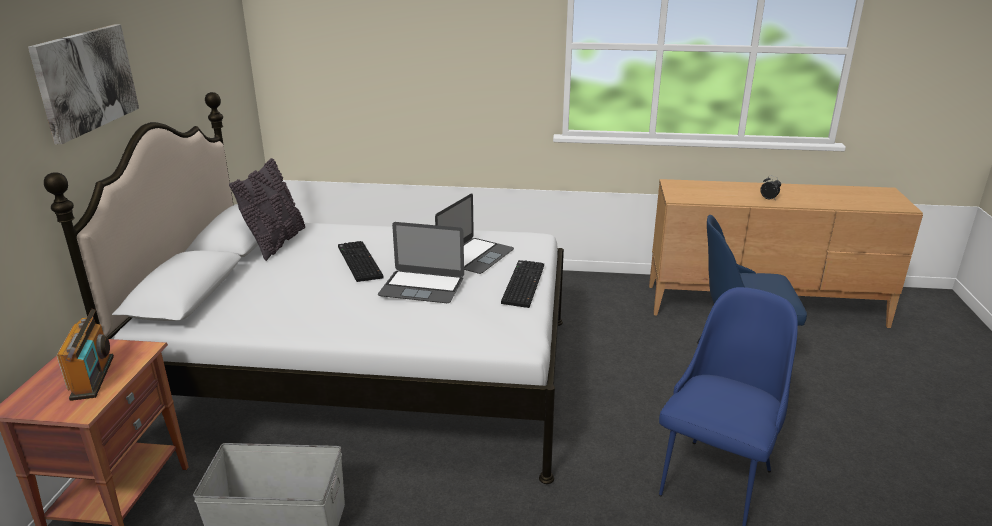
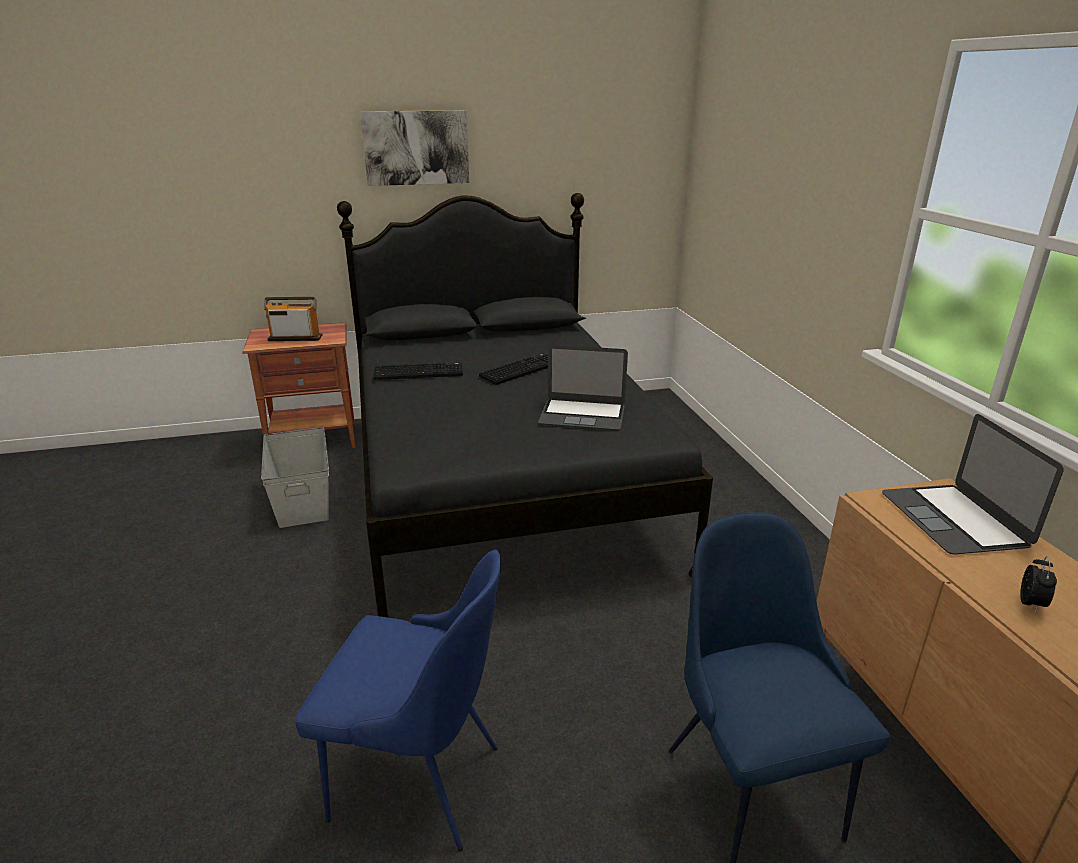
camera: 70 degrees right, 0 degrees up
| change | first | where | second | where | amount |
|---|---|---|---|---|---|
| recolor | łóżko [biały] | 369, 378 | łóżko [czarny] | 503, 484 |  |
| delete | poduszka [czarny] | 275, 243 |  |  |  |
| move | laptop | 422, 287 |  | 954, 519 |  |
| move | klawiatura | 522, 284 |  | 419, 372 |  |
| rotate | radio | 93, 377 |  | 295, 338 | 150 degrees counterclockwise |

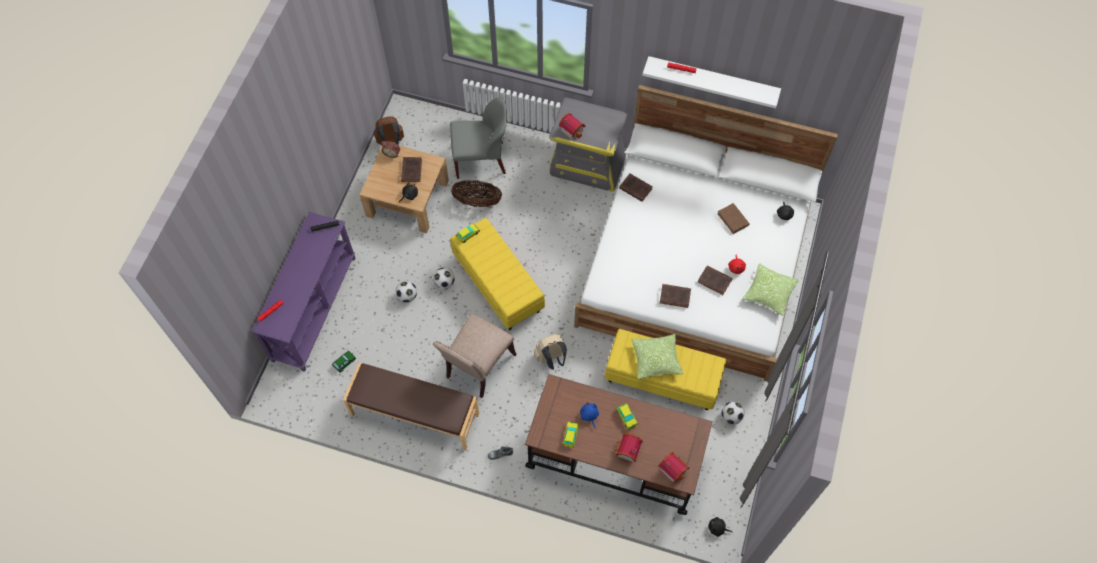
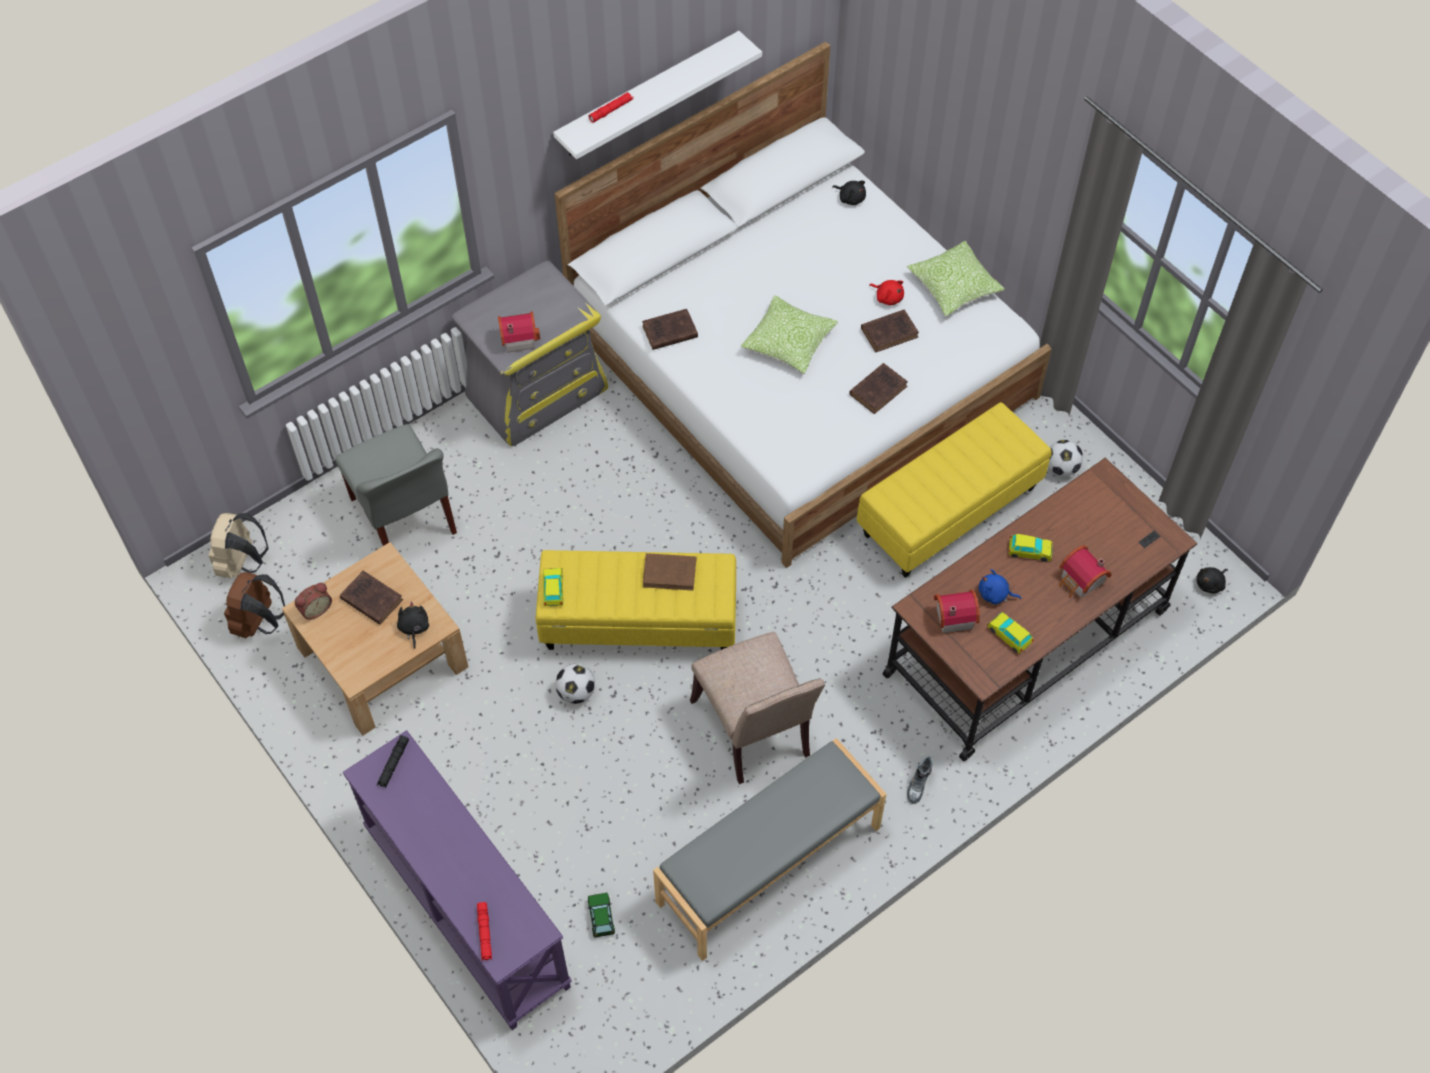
camera: 55 degrees left, 5 degrees down
| change | first | where | second | where | amount |
|---|---|---|---|---|---|
| rotate | krzesło [szary] | 481, 160 |  | 405, 518 | 120 degrees clockwise |
| delete | koszyk | 477, 201 |  |  |  |
| move | książka [brązowy] | 733, 220 |  | 671, 573 |  |
| delete | piłka futbolowa | 407, 296 |  |  |  |
| move | plecak [beżowy] | 551, 358 |  | 242, 563 |  |
| move | poduszka | 656, 359 |  | 788, 342 |  |
| recolor | ławka [brązowy] | 414, 415 | ławka [szary] | 769, 865 |  |
| move | domek | 673, 468 |  | 952, 615 |  |

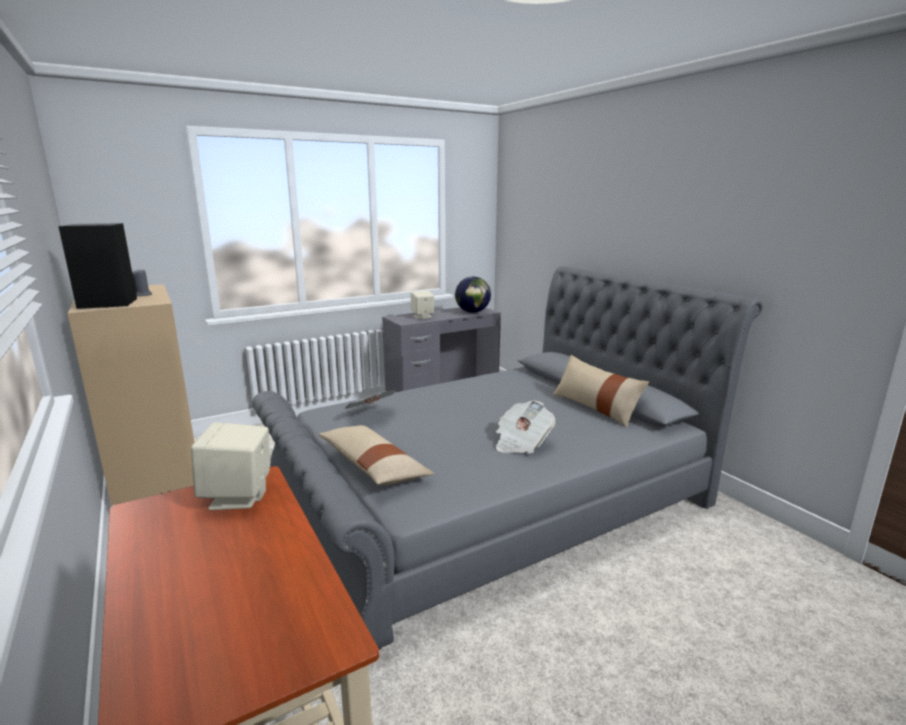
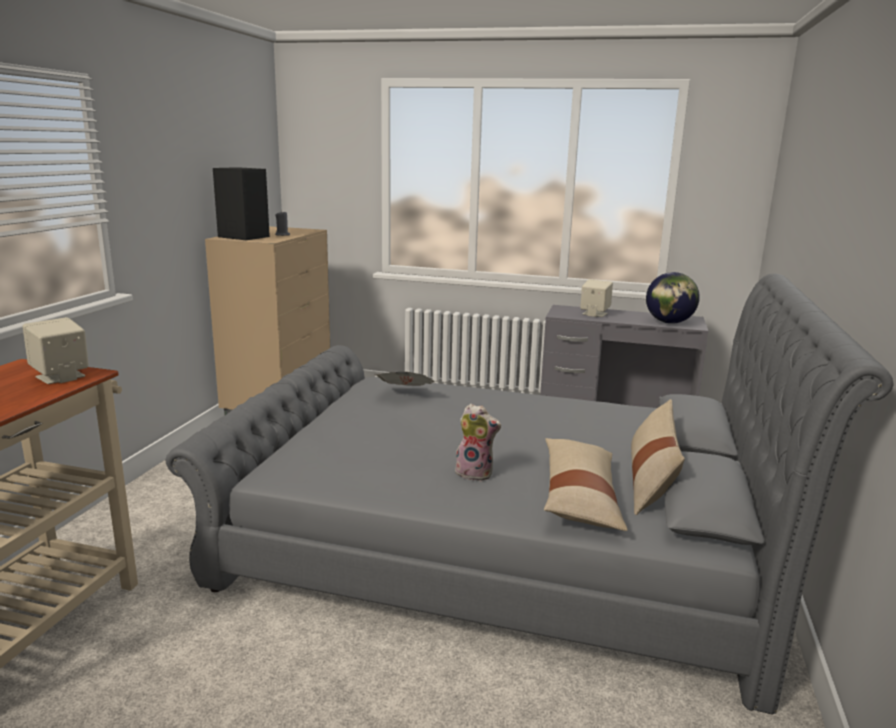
camera: 45 degrees right, 0 degrees up
| change | first | where | second | where | amount |
|---|---|---|---|---|---|
| replace | gazeta | 521, 442 | pluszak | 475, 473 |  |
| move | poduszka [beżowy] | 373, 466 |  | 580, 496 |  |

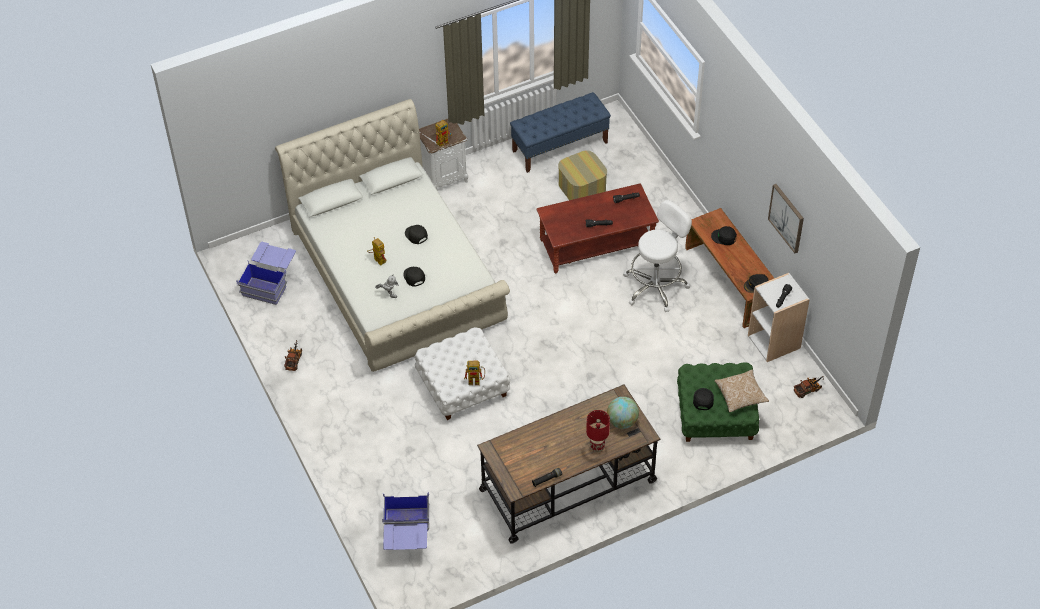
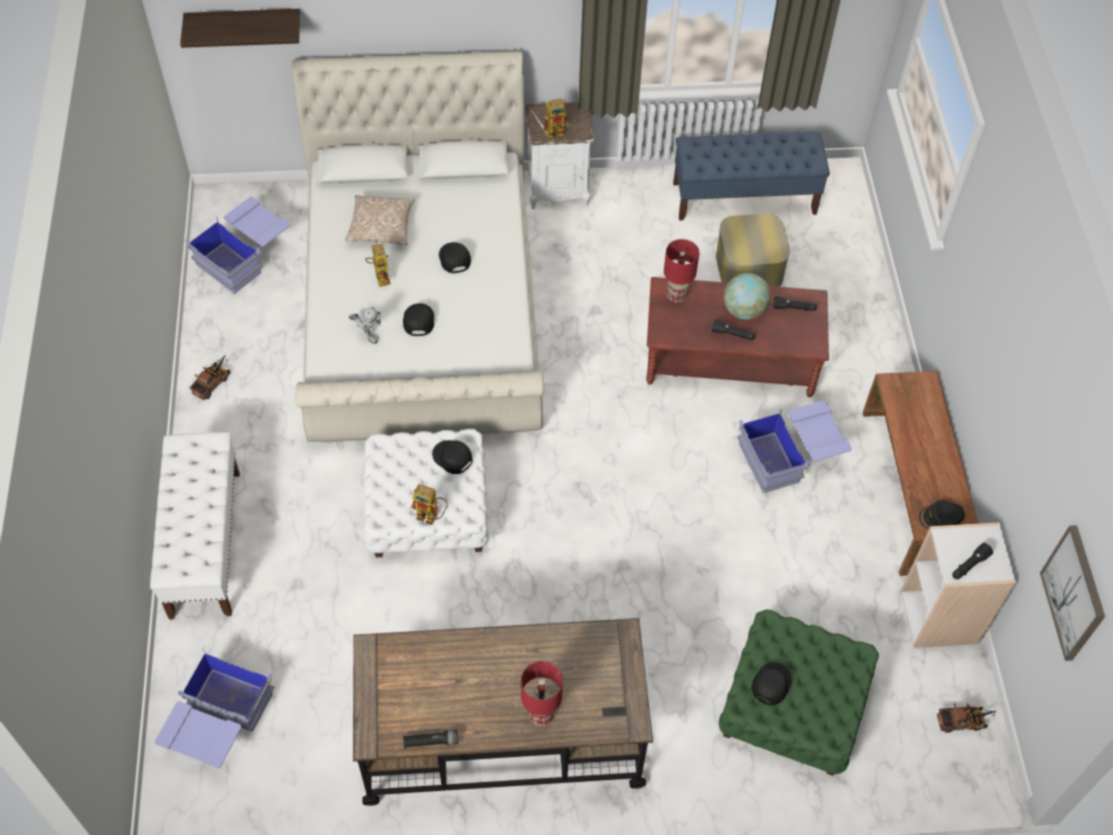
camera: 20 degrees right, 5 degrees up
| change | first | where | second | where | amount |
|---|---|---|---|---|---|
| move | obraz | 787, 218 |  | 1074, 593 |  |
| replace | stołek [biały] | 655, 286 | pojemnik do przechowywania [niebieski] | 790, 457 |  |
| move | czapka z daszkiem [czarny] | 724, 237 |  | 452, 458 |  |
| move | poduszka | 740, 396 |  | 381, 228 |  |
| move | globus | 622, 421 |  | 744, 310 |  |
| insert |  |  | półka | 244, 25 |  |
| insert |  |  | lampa stołowa [czerwony] | 676, 296 |  |
| insert |  |  | ławka [biały] | 205, 543 |  |

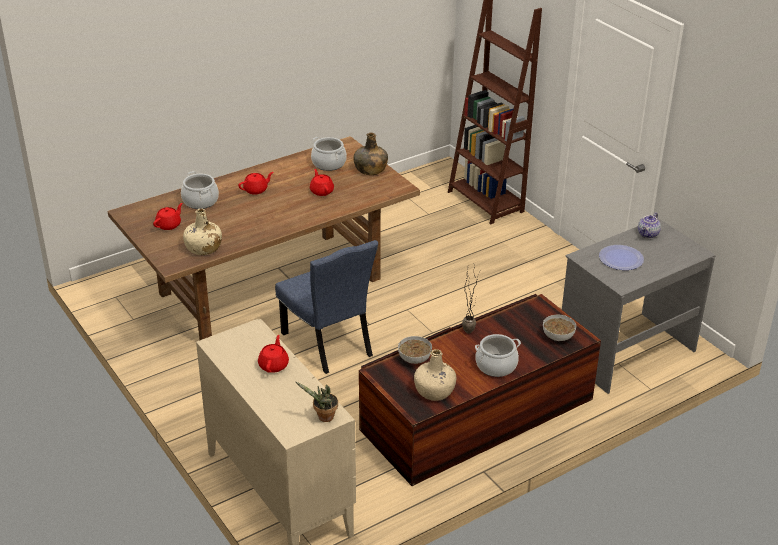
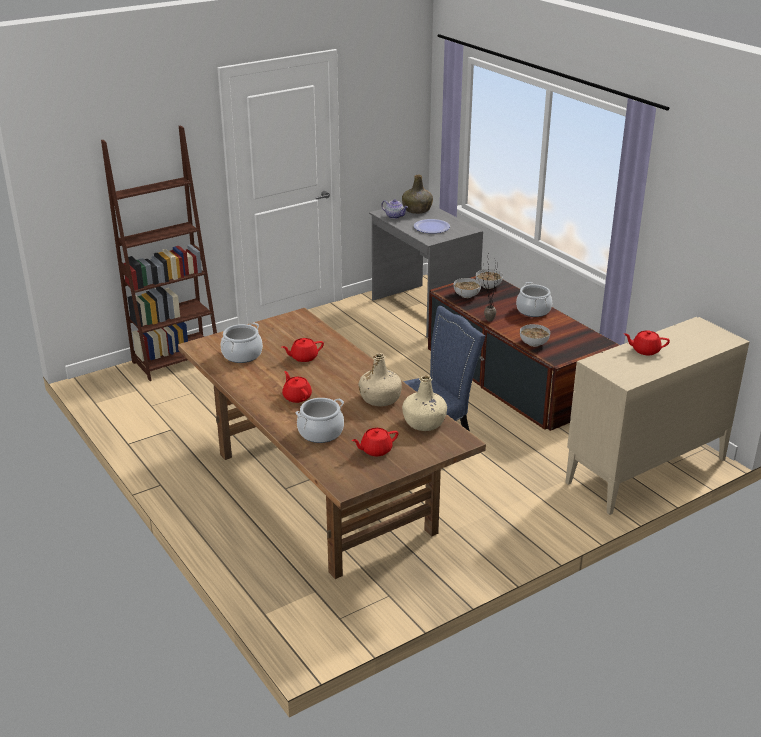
camera: 90 degrees left, 5 degrees down
| change | first | where | second | where | amount |
|---|---|---|---|---|---|
| move | butelka [zielony] | 370, 169 |  | 417, 210 |  |
| rotate | imbryk [czerwony] | 169, 225 |  | 375, 450 | 60 degrees counterclockwise |
| move | butelka [beżowy] | 435, 391 |  | 380, 399 |  |
| delete | roślina doniczkowa | 323, 417 |  |  |  |
| insert |  |  | miska | 467, 295 |  |

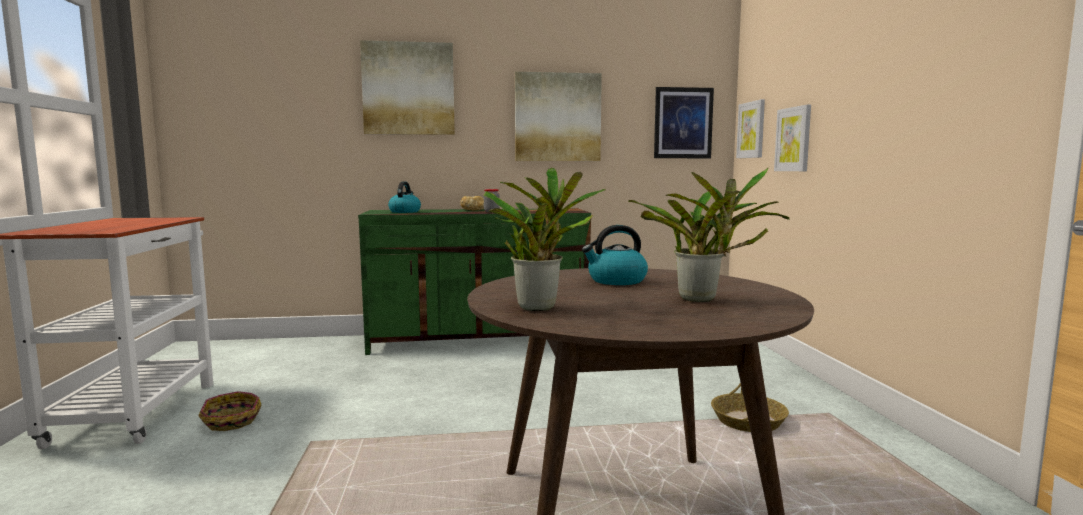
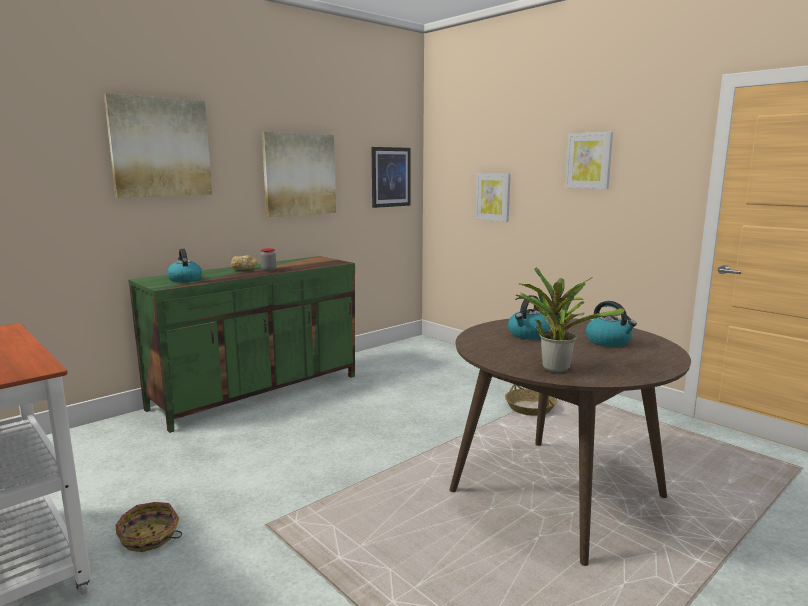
camera: 35 degrees left, 5 degrees up
| change | first | where | second | where | amount |
|---|---|---|---|---|---|
| move | obraz | 751, 130 |  | 588, 161 |  |
| replace | roślina doniczkowa | 703, 299 | czajnik | 609, 342 |  |

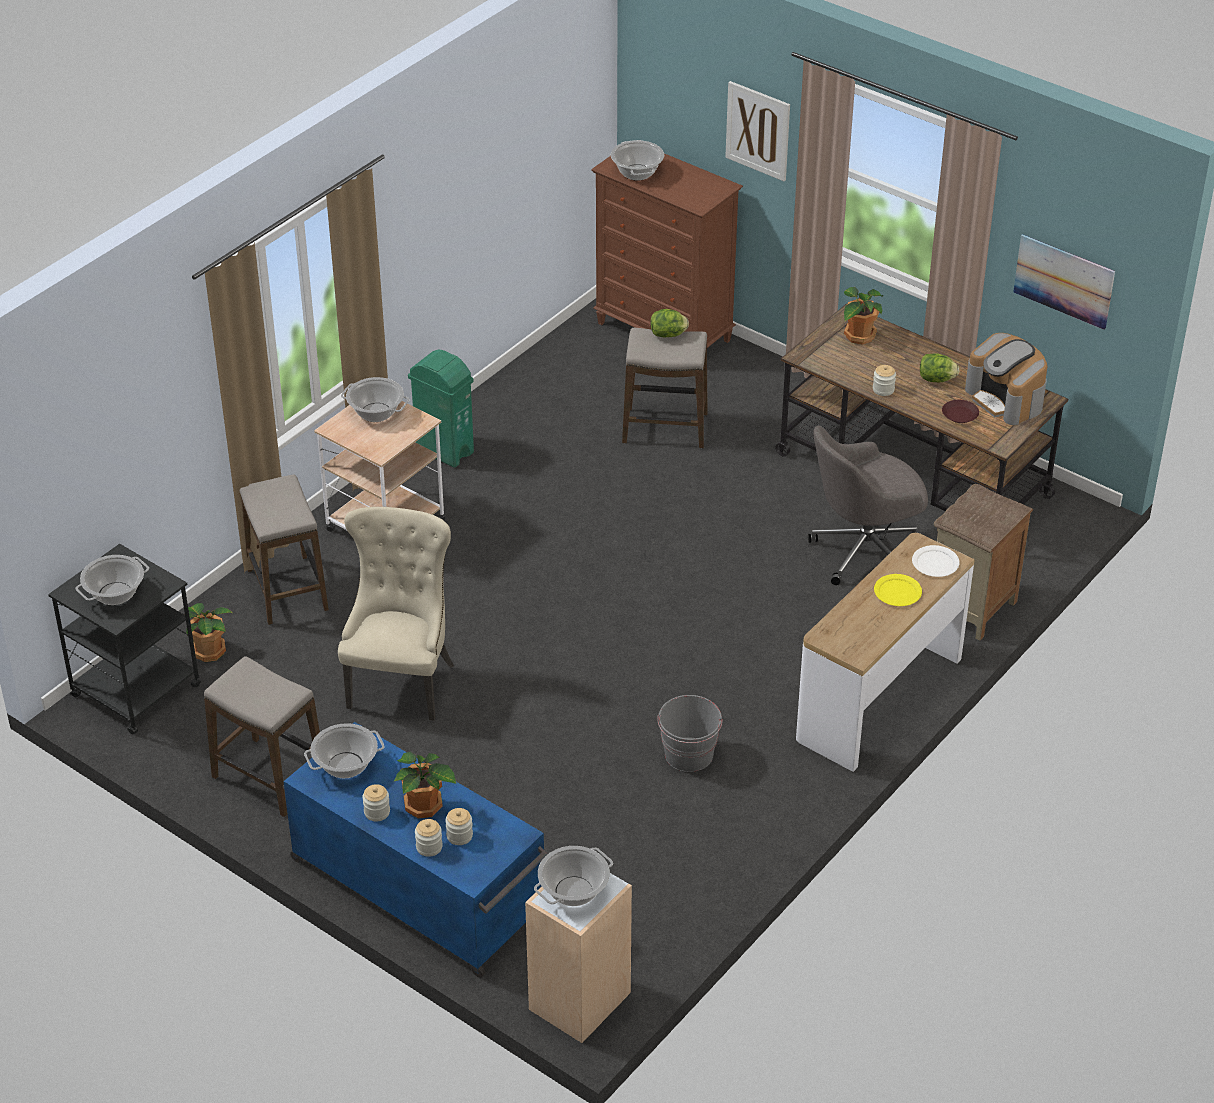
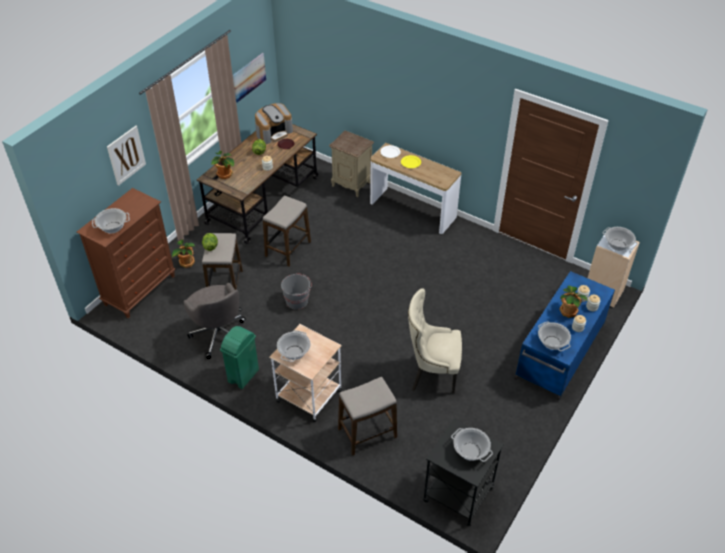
camera: 95 degrees left, 5 degrees up
| change | first | where | second | where | amount |
|---|---|---|---|---|---|
| move | krzesło biurowe [szary] | 864, 553 |  | 219, 336 |  |
| move | roślina doniczkowa | 209, 650 |  | 186, 263 |  |
| move | stołek | 269, 778 |  | 288, 249 |  |
| move | wiadro [szary] | 689, 755 |  | 297, 301 |  |

